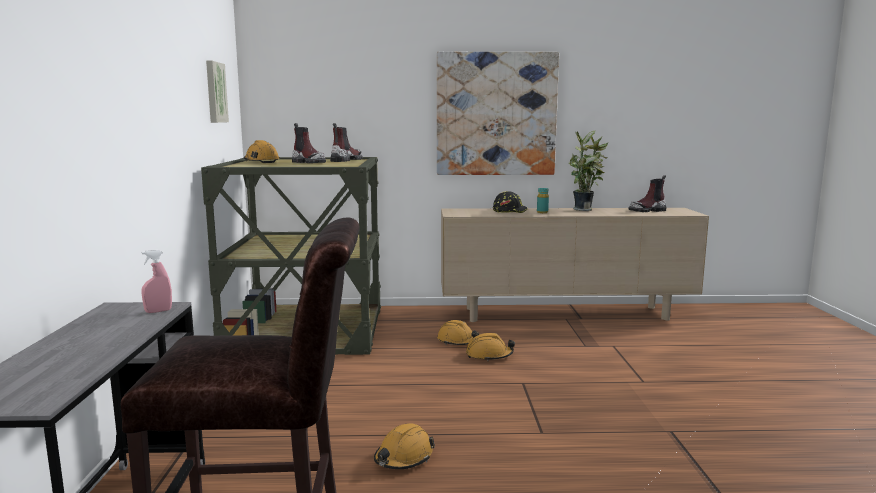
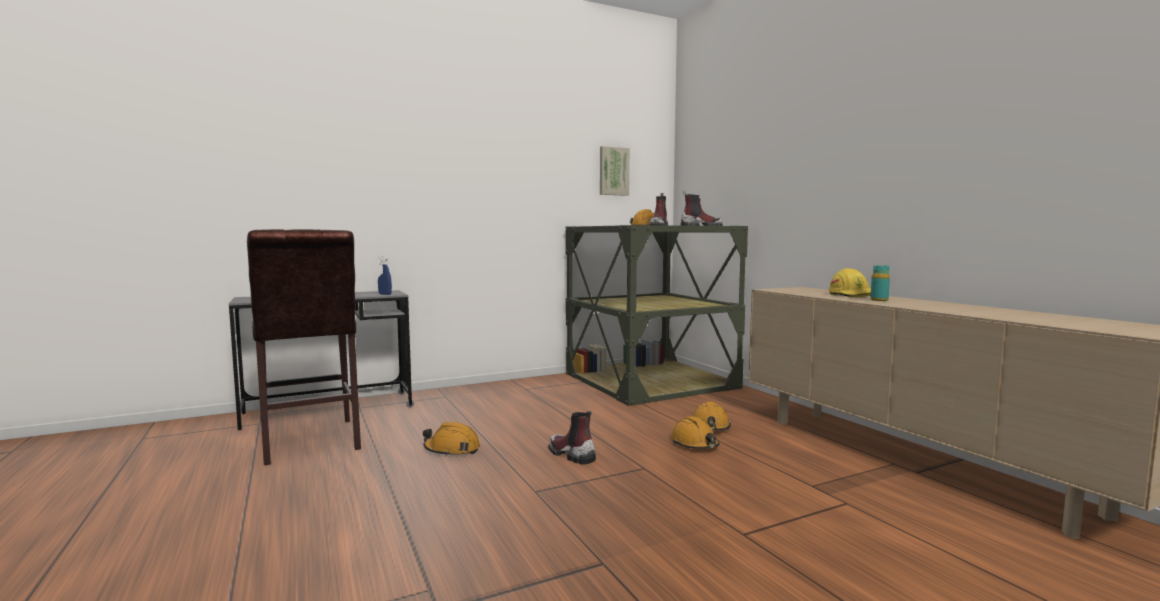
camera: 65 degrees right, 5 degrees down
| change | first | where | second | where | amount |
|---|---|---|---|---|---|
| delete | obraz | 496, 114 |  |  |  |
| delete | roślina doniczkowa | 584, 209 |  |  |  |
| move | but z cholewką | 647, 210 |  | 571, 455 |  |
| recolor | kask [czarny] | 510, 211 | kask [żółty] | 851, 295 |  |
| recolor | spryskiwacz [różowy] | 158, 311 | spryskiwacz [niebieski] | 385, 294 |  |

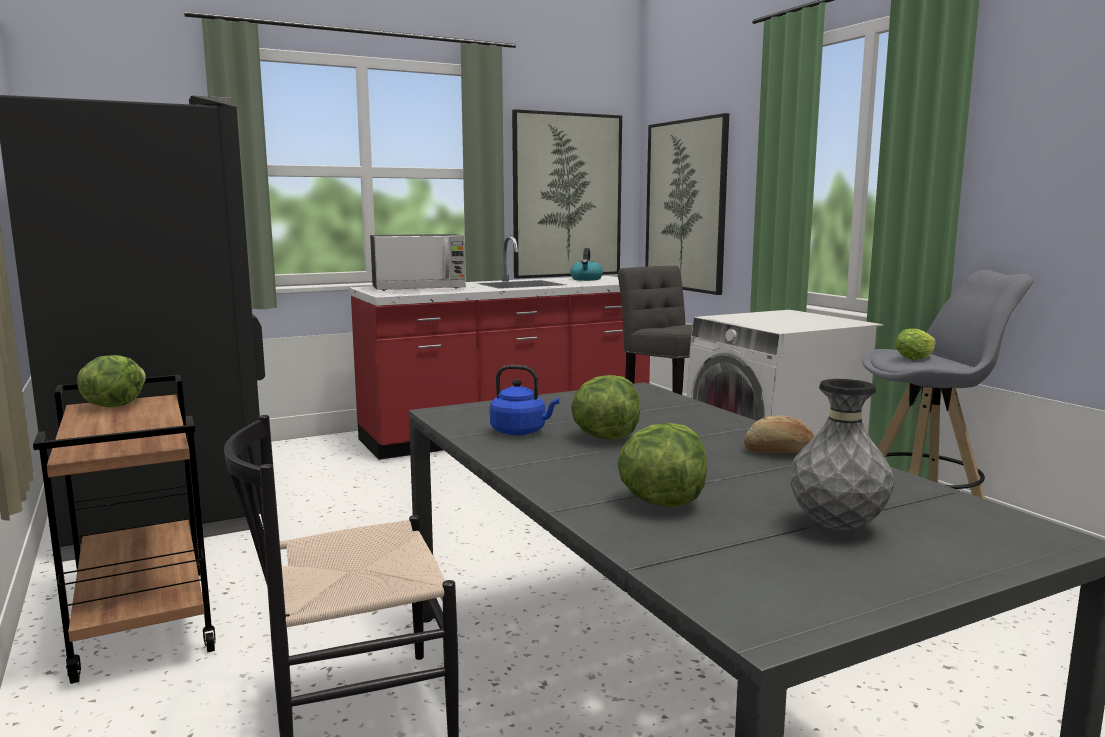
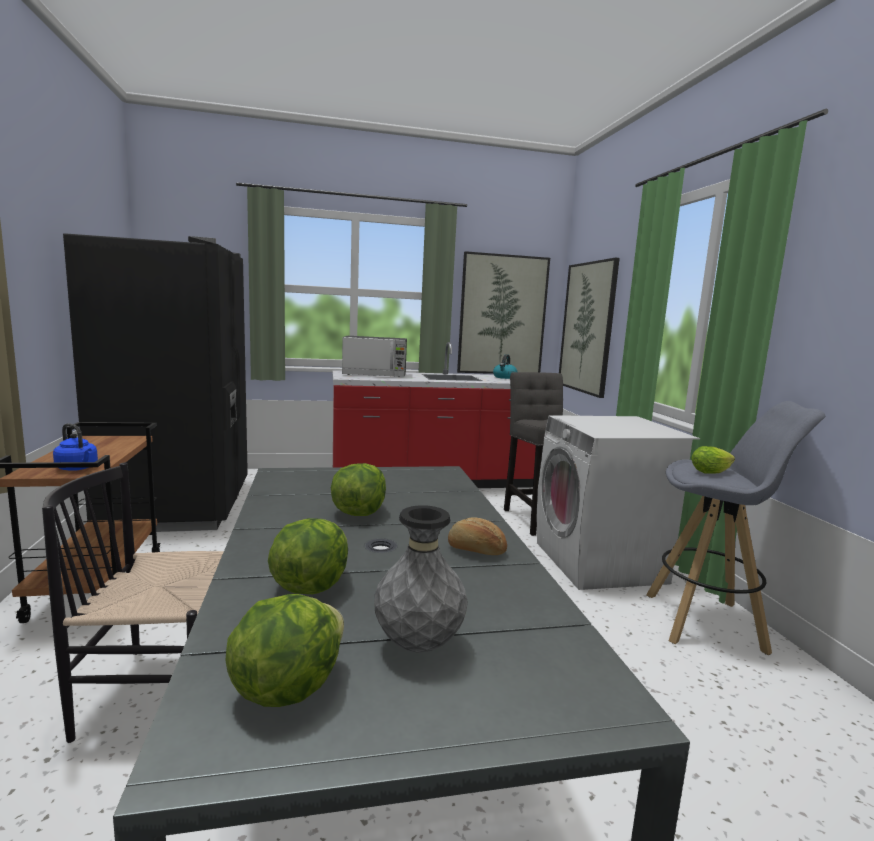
camera: 15 degrees right, 0 degrees up
| change | first | where | second | where | amount |
|---|---|---|---|---|---|
| move | sałata | 114, 405 |  | 286, 686 |  |
| move | czajnik [niebieski] | 521, 432 |  | 78, 468 |  |

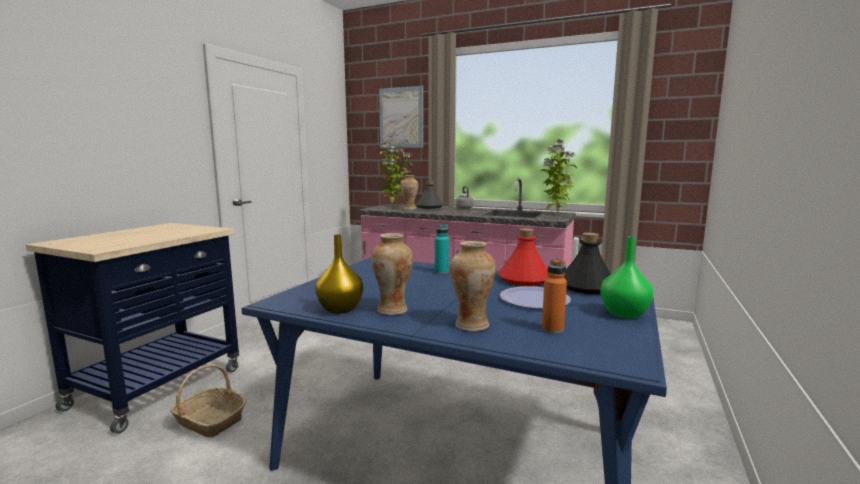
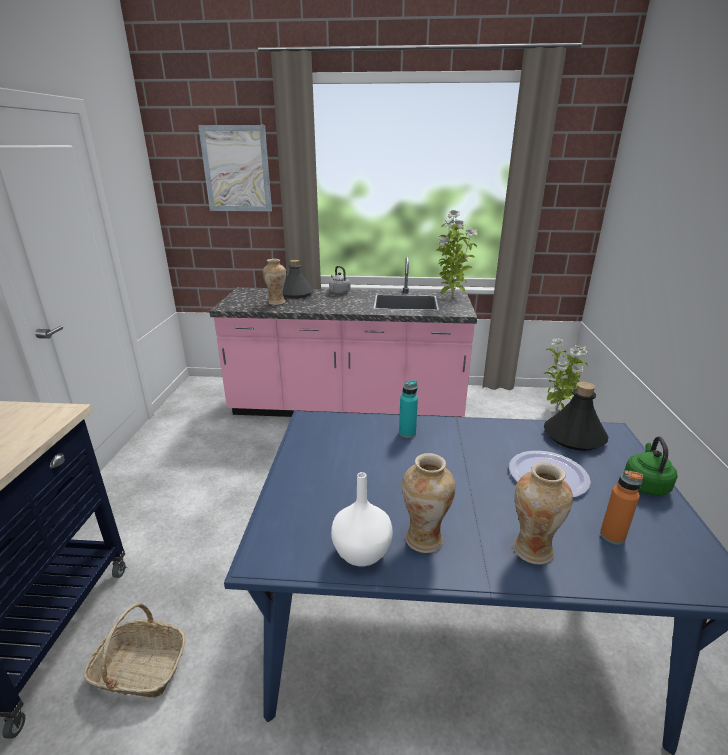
camera: 20 degrees left, 15 degrees up
| change | first | where | second | where | amount |
|---|---|---|---|---|---|
| move | roślina doniczkowa | 394, 205 |  | 557, 410 |  |
| delete | butelka [czerwony] | 524, 280 |  |  |  |
| recolor | wazon [żółty] | 340, 309 | wazon [biały] | 361, 552 |  |
| replace | wazon [zielony] | 623, 313 | czajnik [zielony] | 645, 484 |  |

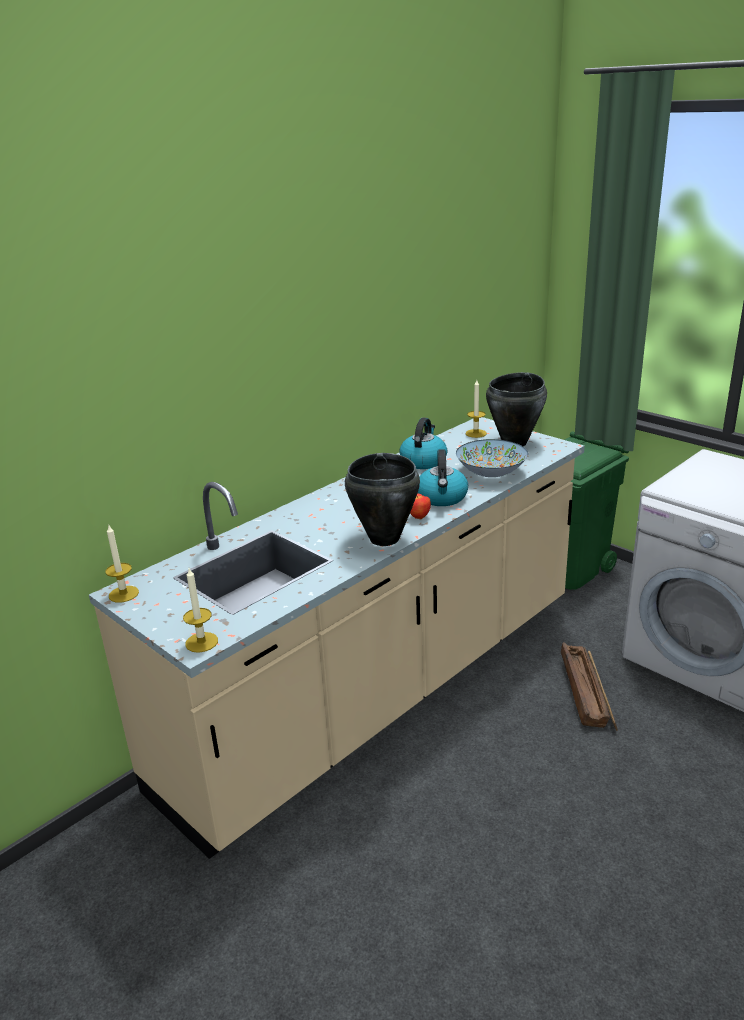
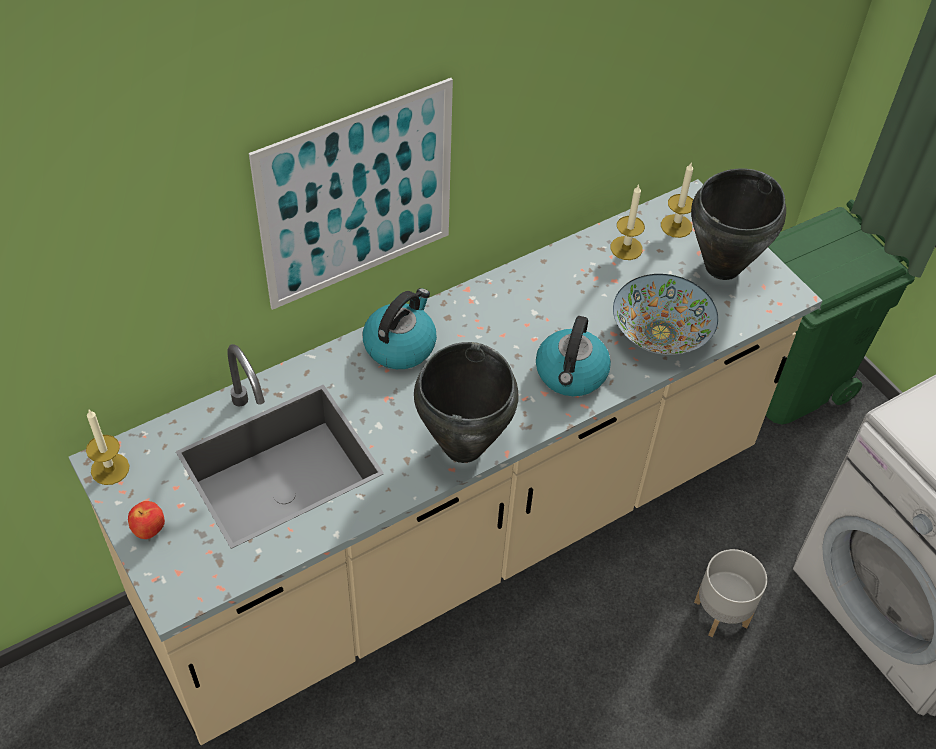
camera: 10 degrees right, 25 degrees up
| change | first | where | second | where | amount |
|---|---|---|---|---|---|
| move | czajnik | 423, 461 |  | 400, 345 |  |
| move | jabłko | 419, 517 |  | 149, 530 |  |
| move | świeca | 201, 642 |  | 626, 248 |  |
| replace | skrzynka | 586, 692 | donica [szary] | 720, 612 |  |
| insert |  |  | obraz | 357, 197 |  |

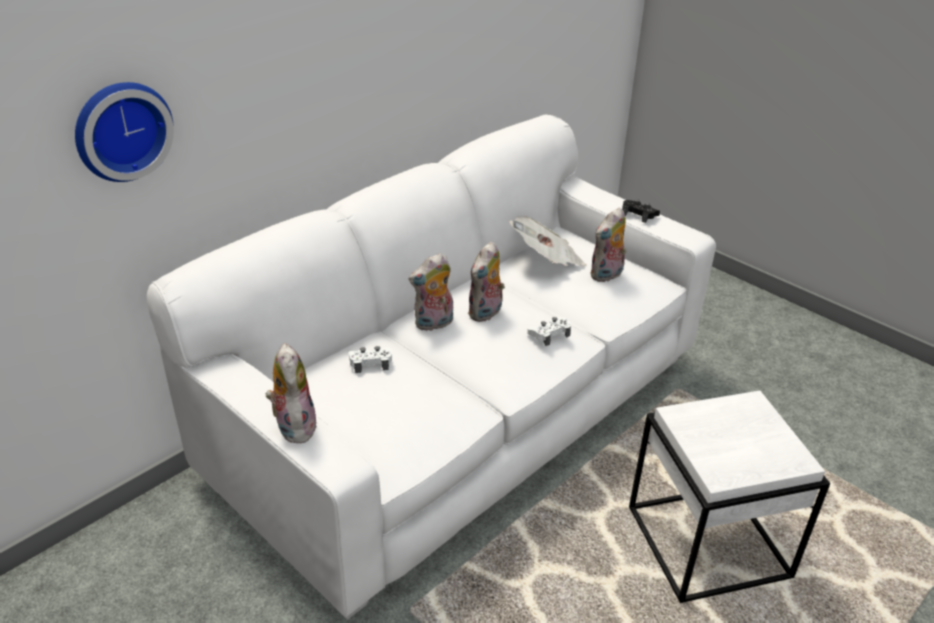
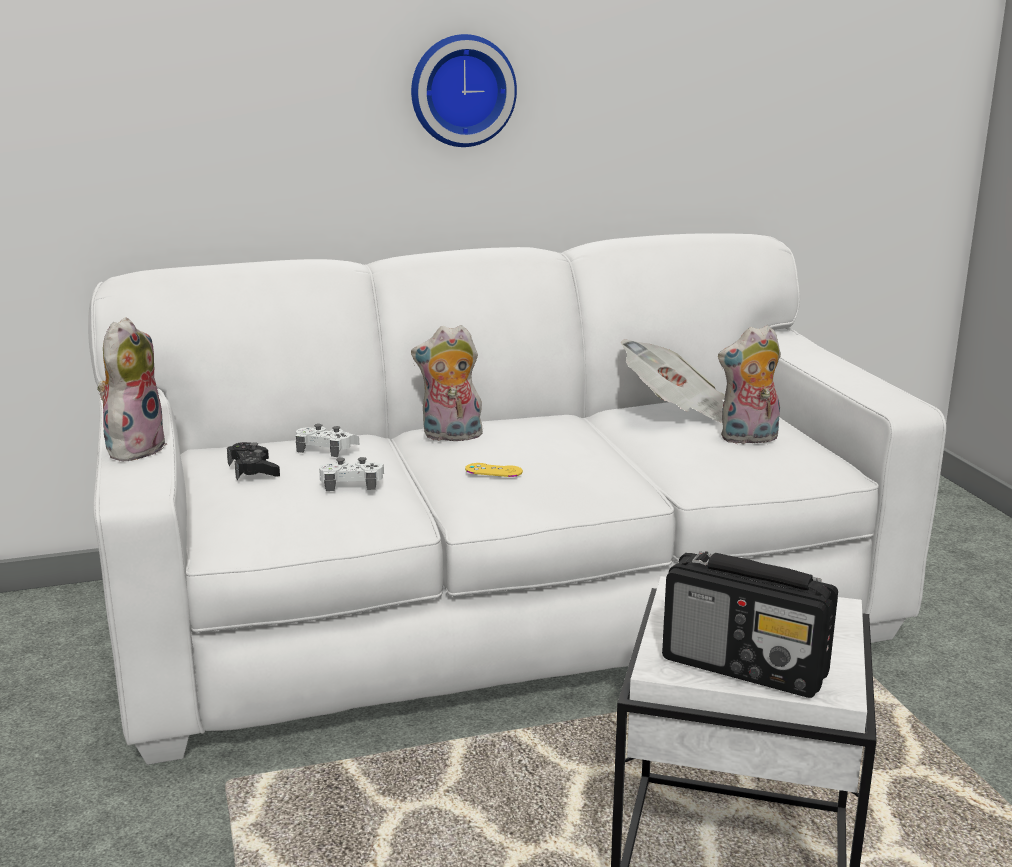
camera: 30 degrees right, 15 degrees down
| change | first | where | second | where | amount |
|---|---|---|---|---|---|
| move | zegar ścienny | 121, 130 |  | 461, 90 |  |
| move | pad do gier [czarny] | 639, 214 |  | 253, 469 |  |
| delete | pluszak | 486, 313 |  |  |  |
| move | pad do gier [biały] | 549, 334 |  | 352, 482 |  |
| insert |  |  | pad do gier [żółty] | 493, 470 |  |
| insert |  |  | radio | 746, 667 |  |

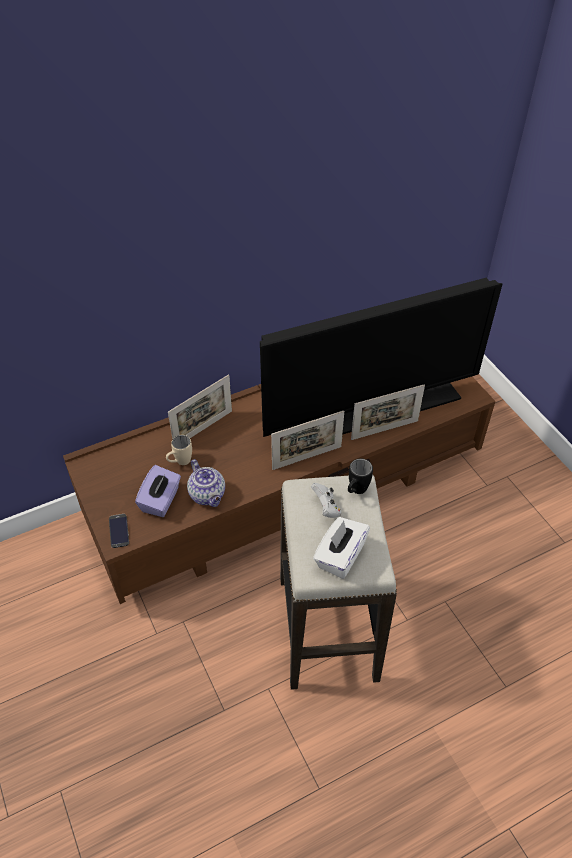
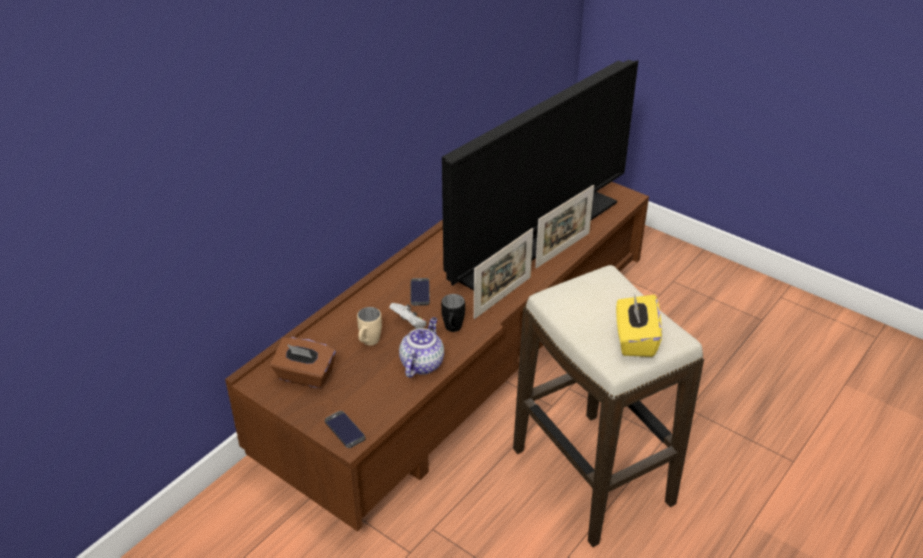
camera: 25 degrees left, 10 degrees down
| change | first | where | second | where | amount |
|---|---|---|---|---|---|
| delete | ramka na zdjęcie | 203, 429 |  |  |  |
| move | kubek [czarny] | 356, 491 |  | 452, 330 |  |
| rotate | imbryk | 208, 495 |  | 422, 363 | 105 degrees counterclockwise |
| delete | pudełko chusteczek [fioletowy] | 161, 501 |  |  |  |
| move | pad do gier [biały] | 326, 508 |  | 409, 324 |  |
| recolor | pudełko chusteczek [biały] | 340, 556 | pudełko chusteczek [żółty] | 635, 339 |  |
| insert |  |  | telefon | 420, 292 |  |
| insert |  |  | pudełko chusteczek [brązowy] | 305, 376 |  |

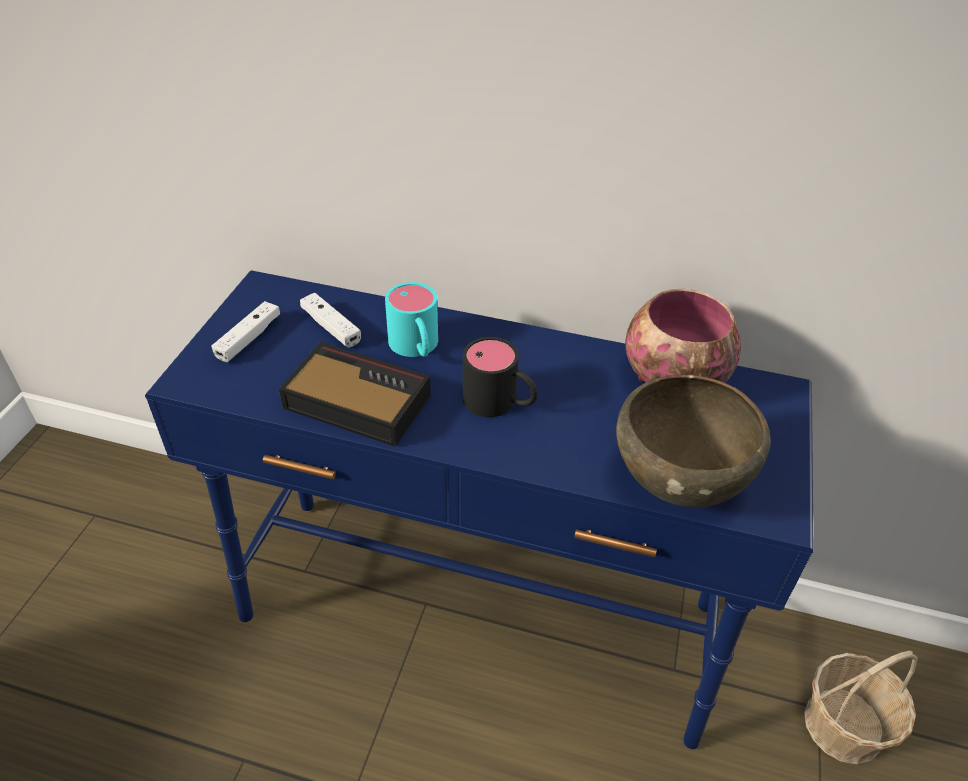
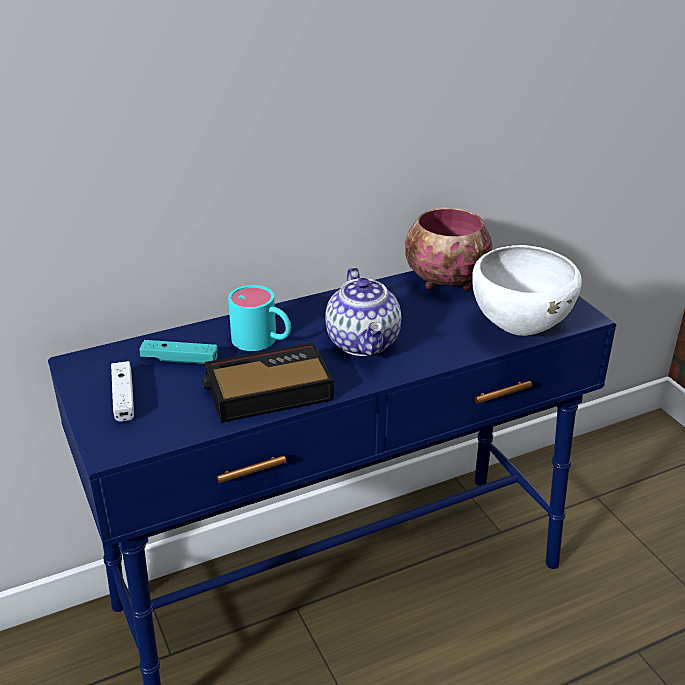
camera: 40 degrees left, 10 degrees down
| change | first | where | second | where | amount |
|---|---|---|---|---|---|
| recolor | pad do gier [biały] | 331, 327 | pad do gier [turkusowy] | 179, 359 |  |
| replace | kubek [czarny] | 500, 403 | imbryk | 364, 343 |  |
| recolor | miska [brązowy] | 677, 485 | miska [biały] | 518, 329 |  |
| delete | koszyk | 844, 725 |  |  |  |

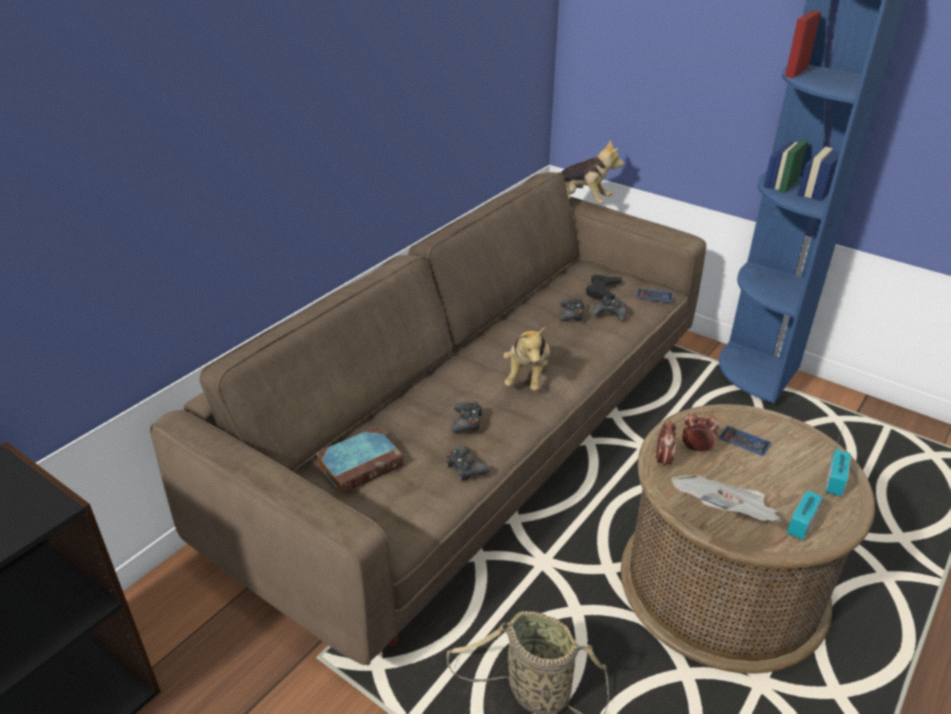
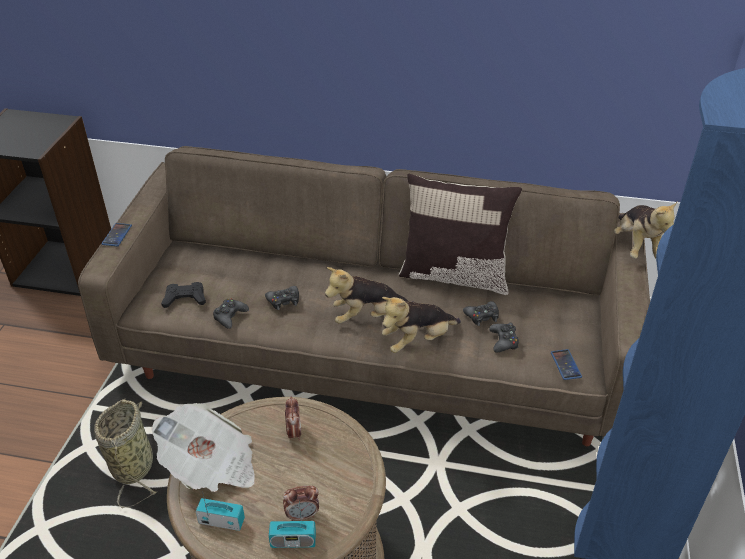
camera: 65 degrees right, 5 degrees up
| change | first | where | second | where | amount |
|---|---|---|---|---|---|
| move | pad do gier [czarny] | 602, 291 |  | 185, 298 |  |
| move | budzik | 663, 460 |  | 302, 515 |  |
| move | telefon | 744, 441 |  | 117, 235 |  |
| delete | książka | 361, 464 |  |  |  |
| insert |  |  | poduszka | 454, 276 |  |
| insert |  |  | pluszak | 418, 340 |  |

